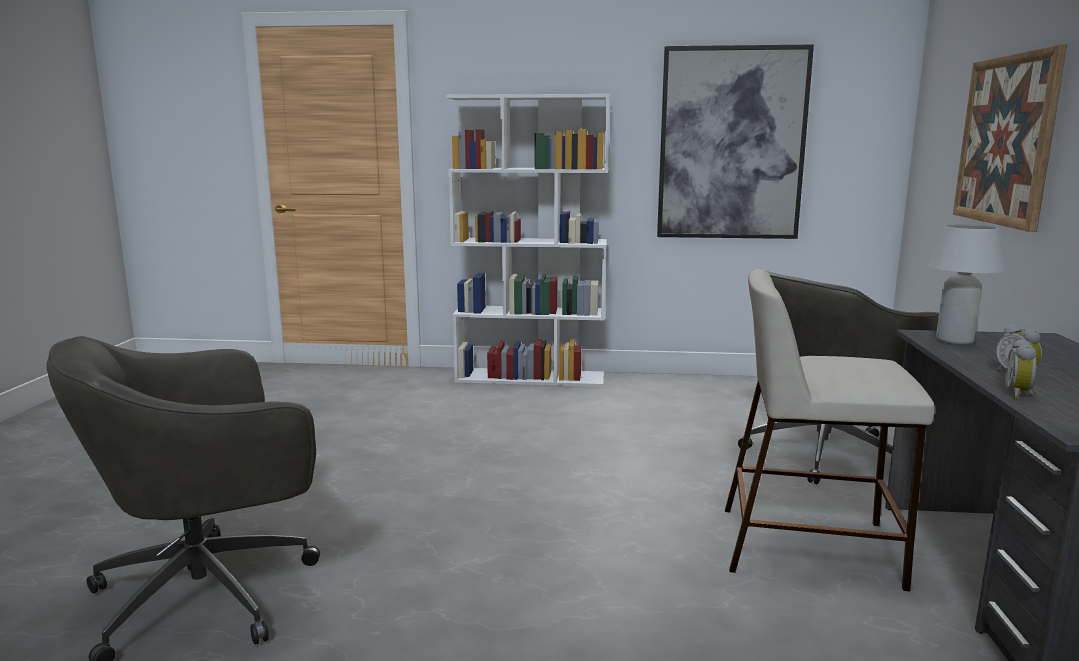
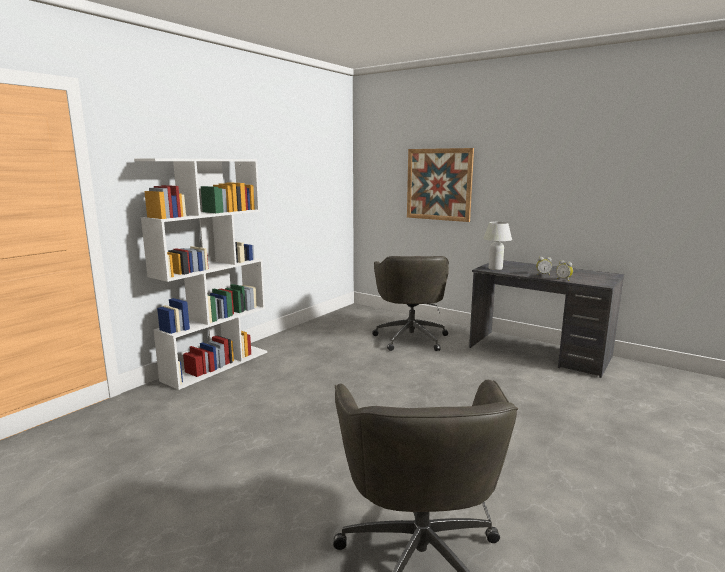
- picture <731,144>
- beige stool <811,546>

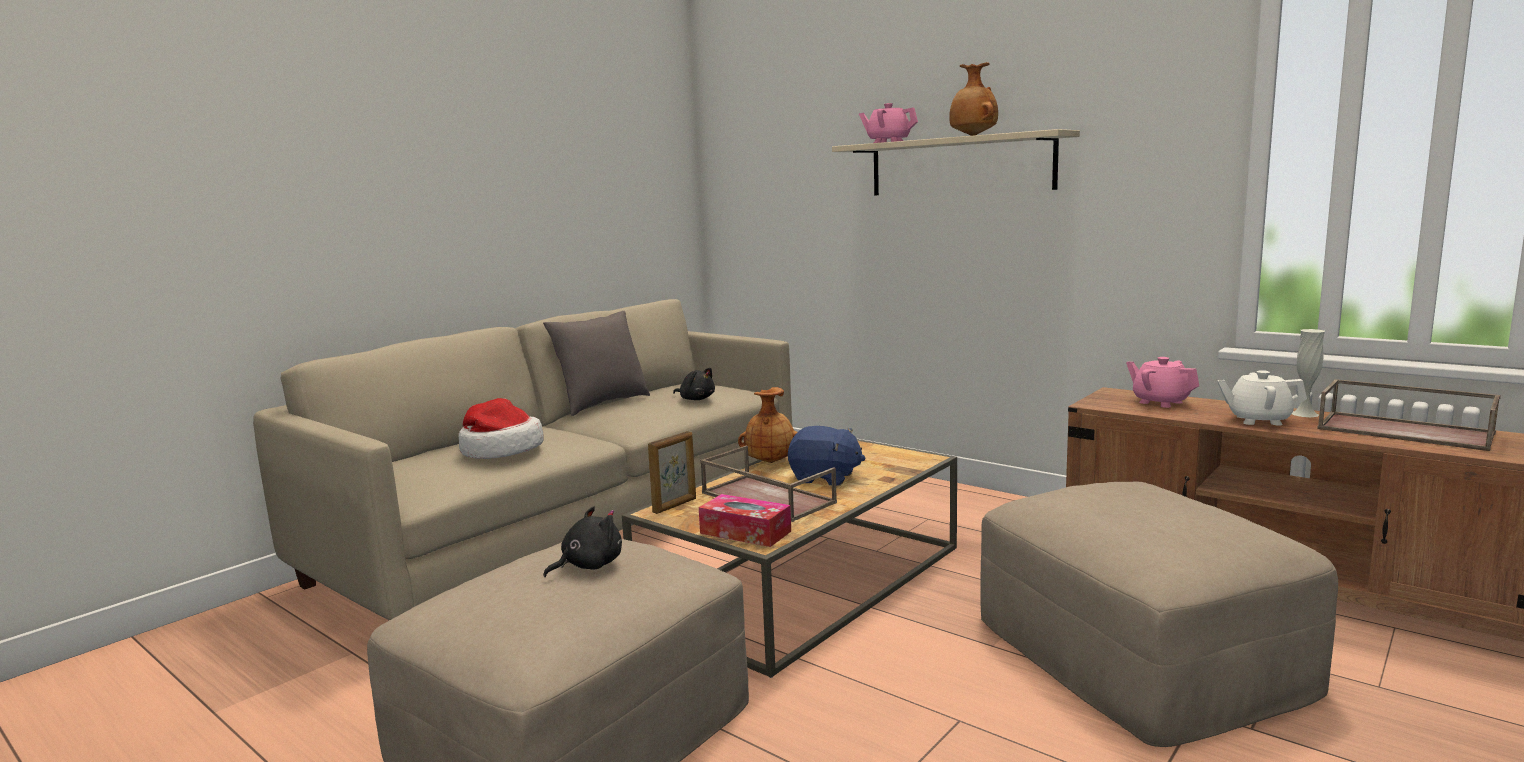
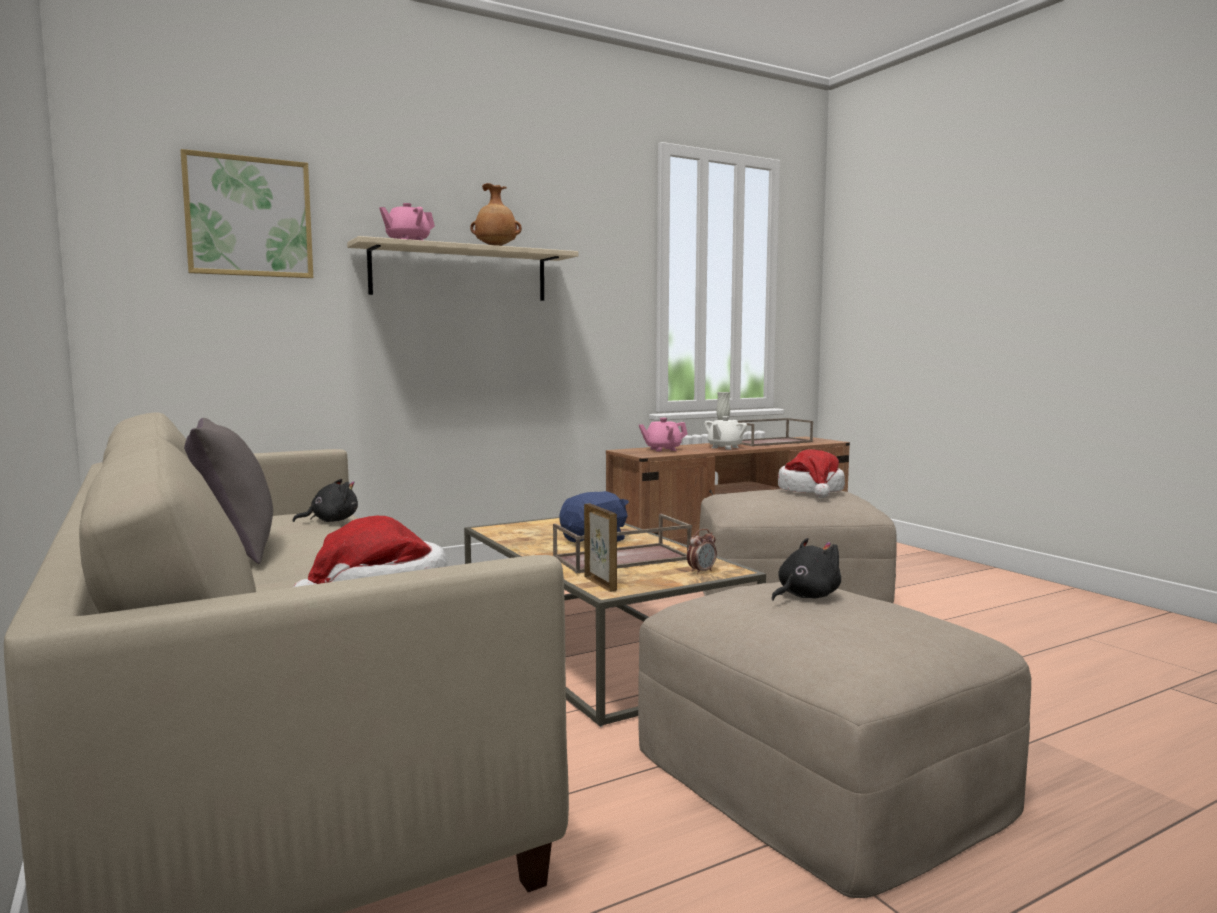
~ black plush toy <588,566> = <805,596> 75 degrees clockwise
~ tissue box <745,532> to alarm clock <701,571>
- brown vase <770,462>
+ picture <249,217>
+ hat <811,491>

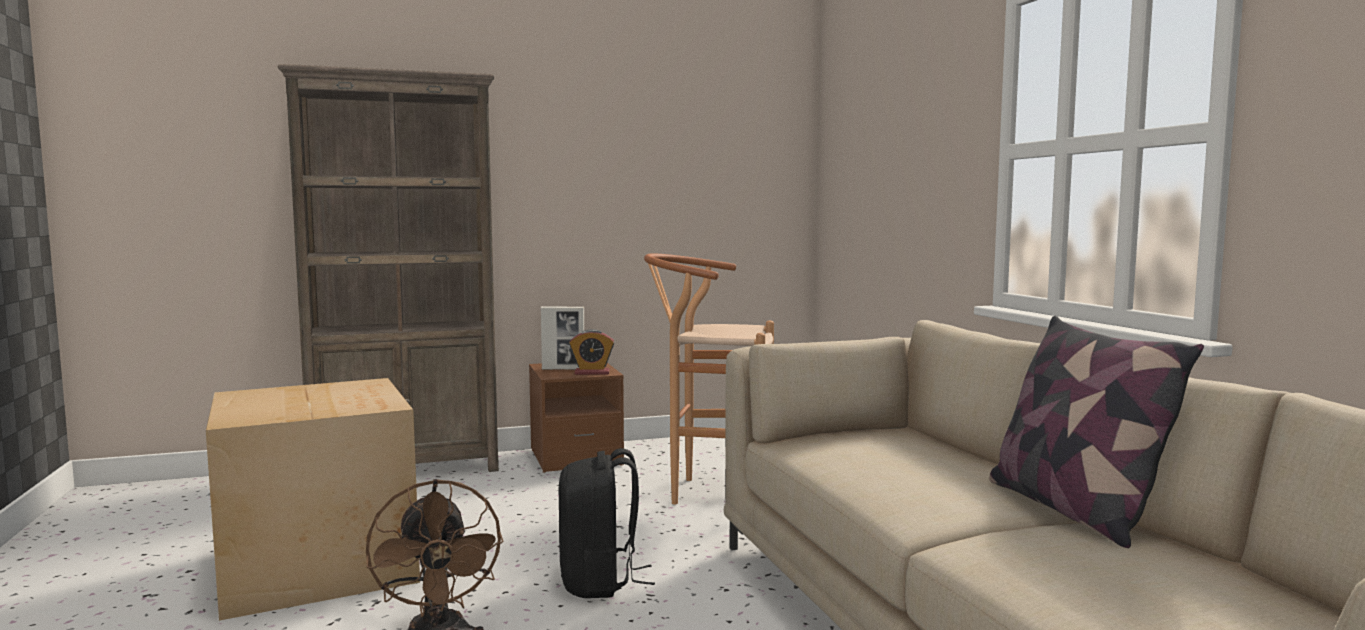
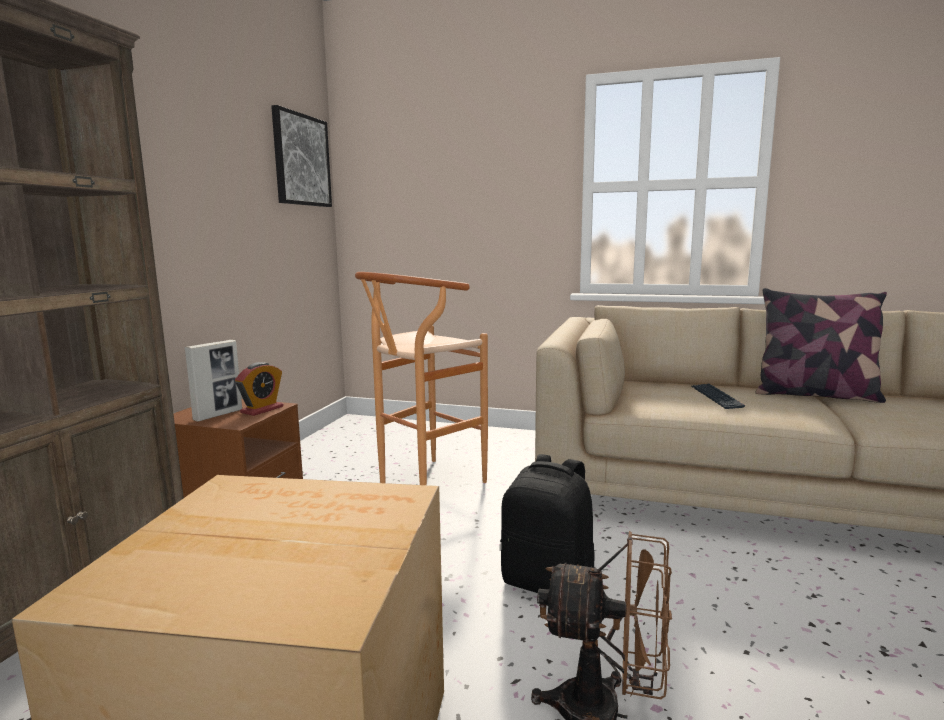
+ picture <301,160>
+ keyboard <716,397>

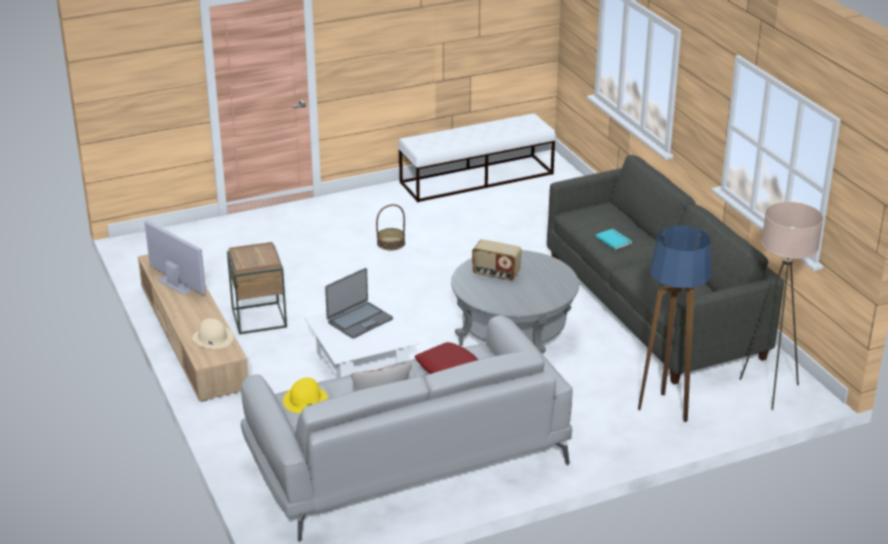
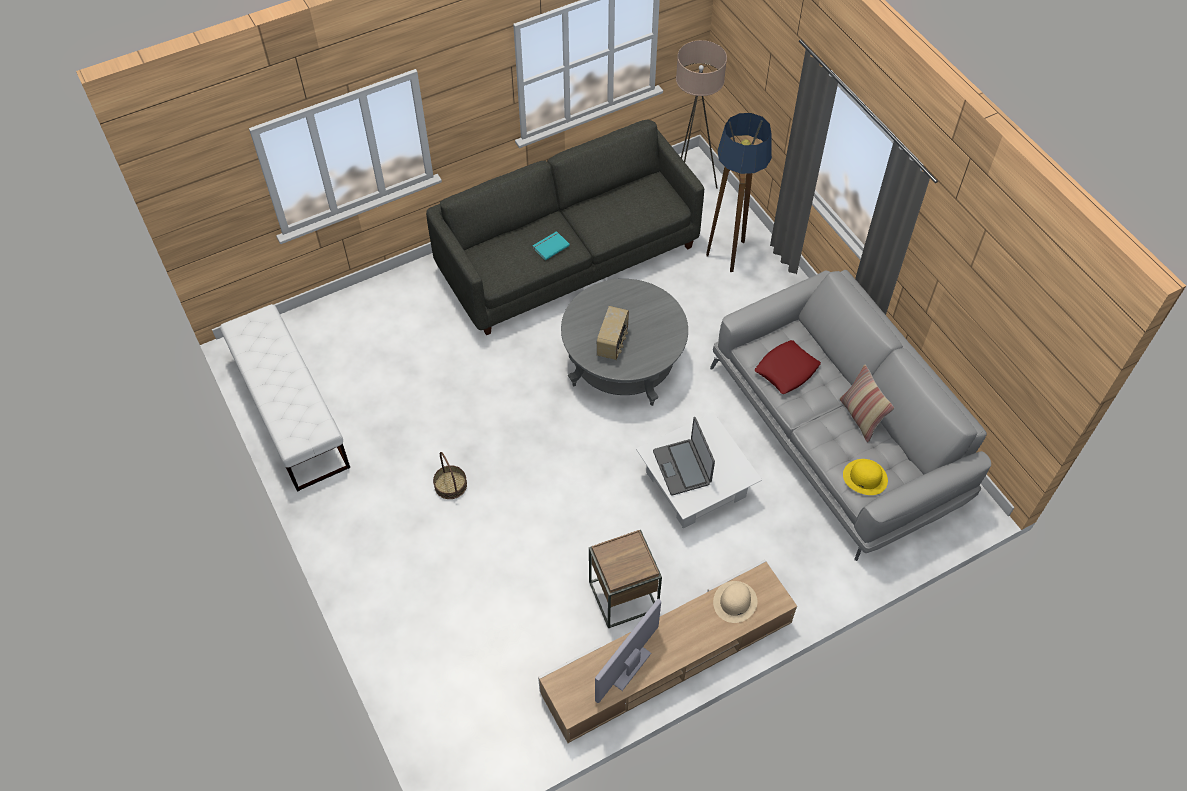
~ laptop <359,320> = <682,467> 150 degrees counterclockwise

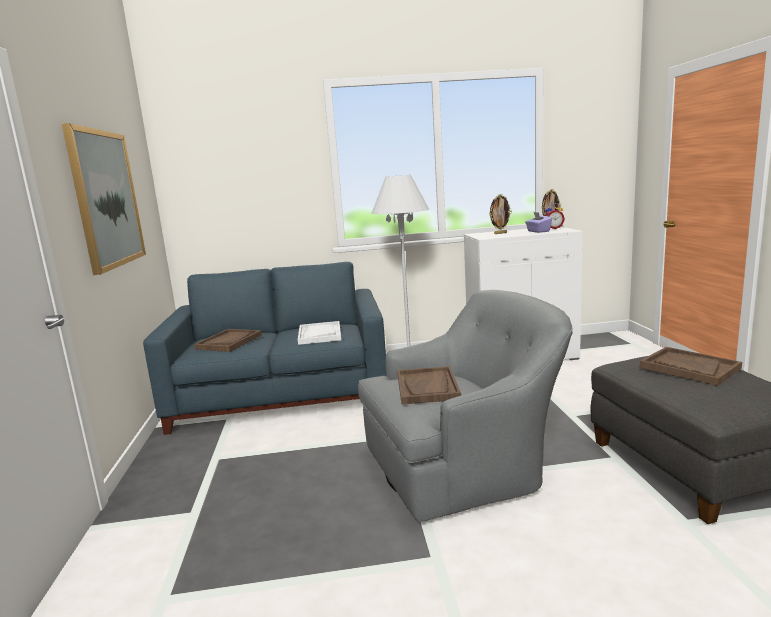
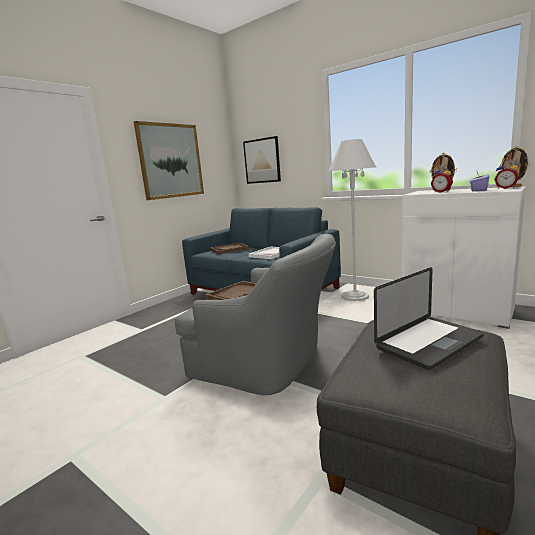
~ brown tray <689,368> to laptop <429,342>
+ picture <262,161>
+ alarm clock <442,192>

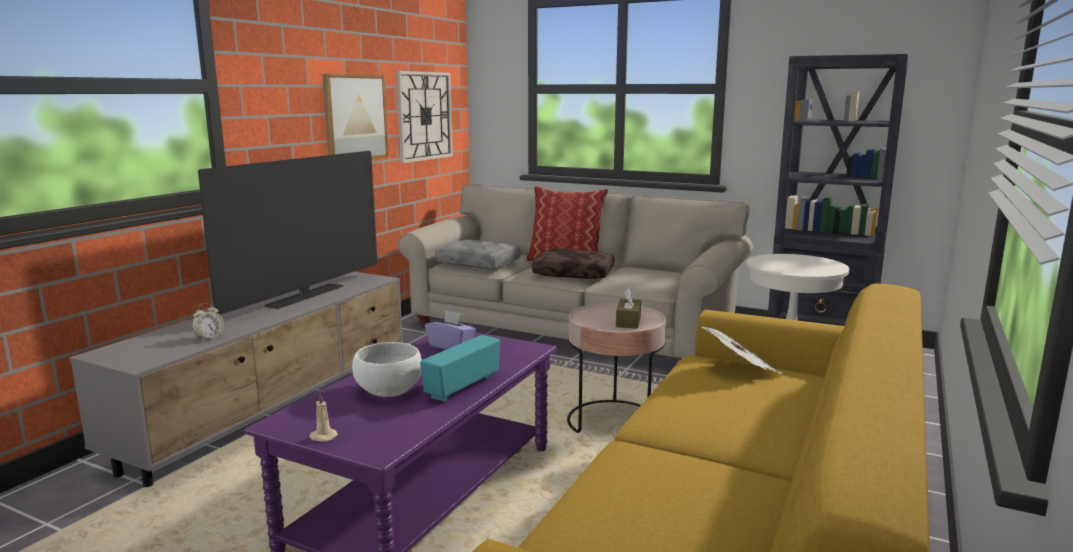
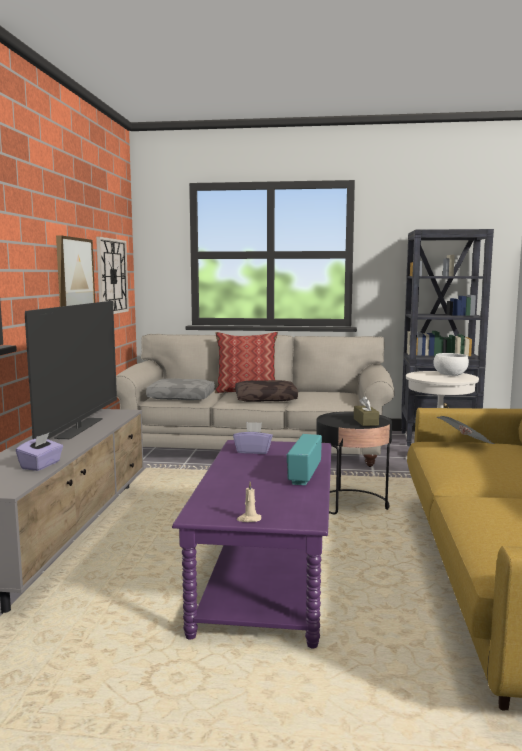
~ alarm clock <209,338> to purple tissue box <41,465>
~ white bowl <388,390> to <450,374>
~ pink side table <614,421> to black side table <352,504>

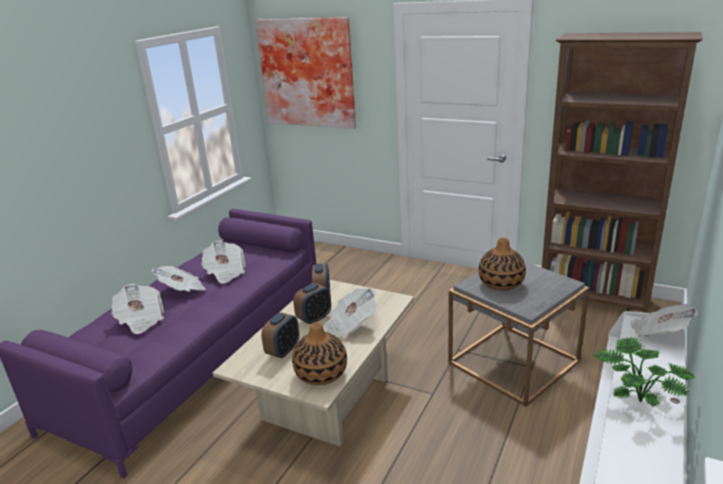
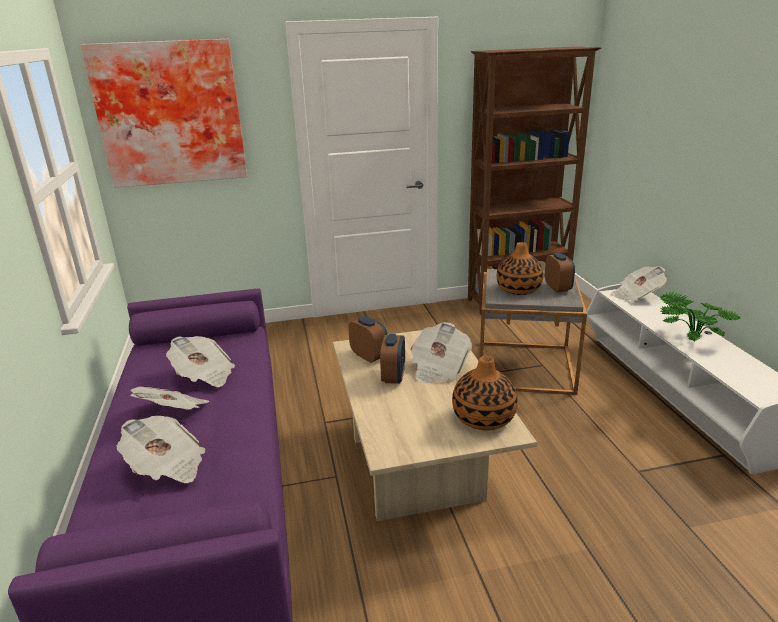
~ alarm clock <283,351> to <558,288>

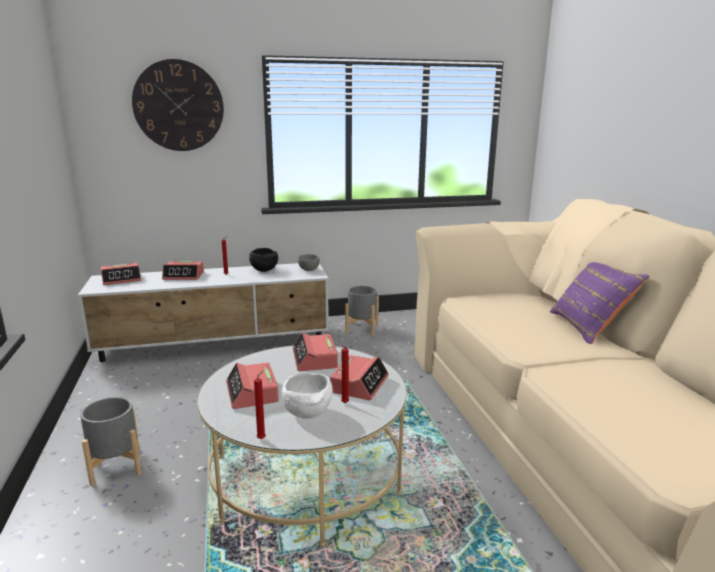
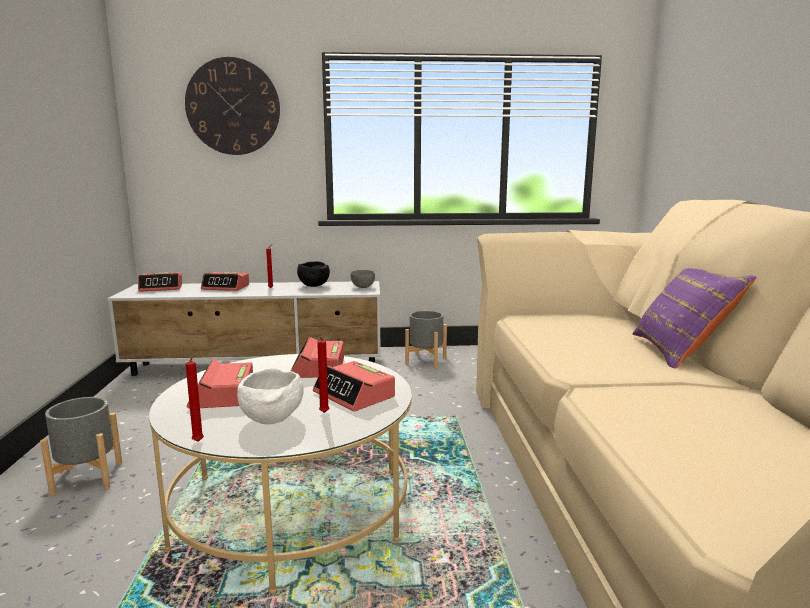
~ alarm clock <359,384> = <354,395> 105 degrees clockwise

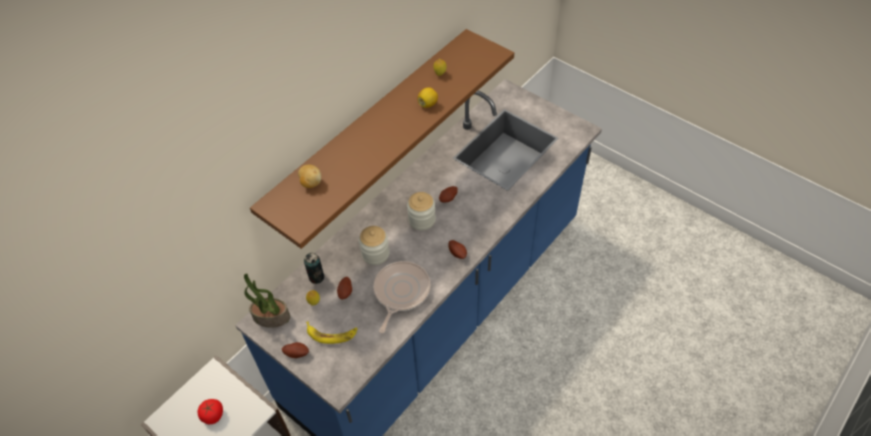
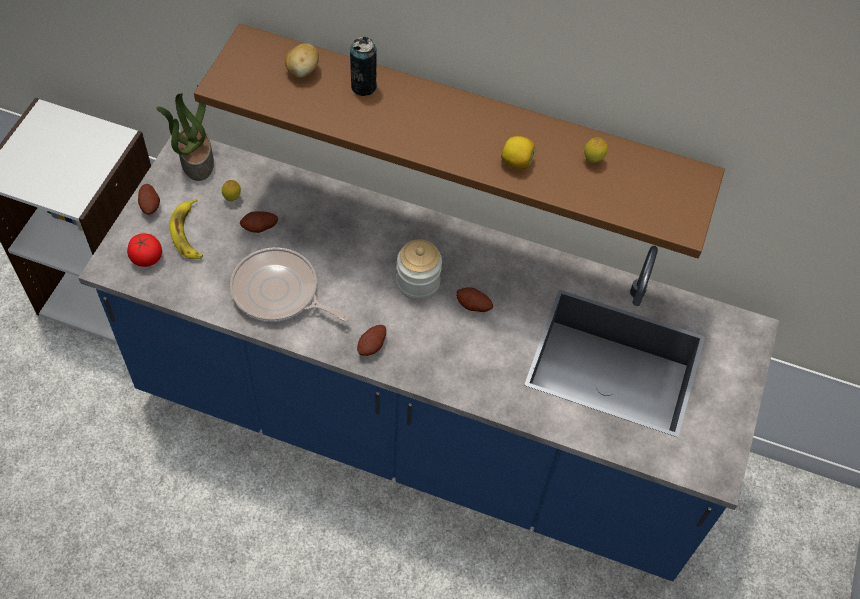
~ tomato <213,415> to <147,258>
~ can <316,277> to <363,86>
- jar <375,254>
~ frying pan <400,292> = <279,292> 150 degrees counterclockwise

